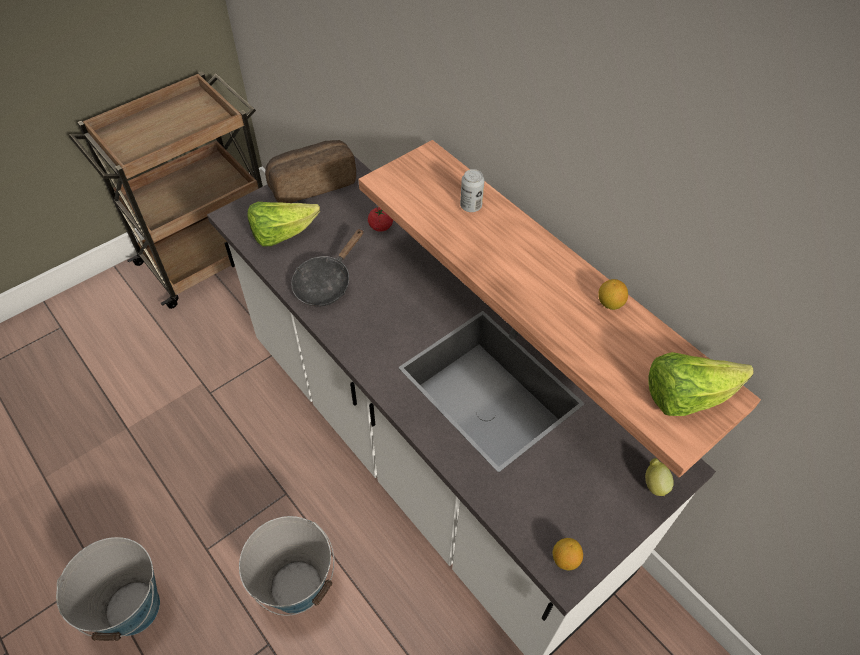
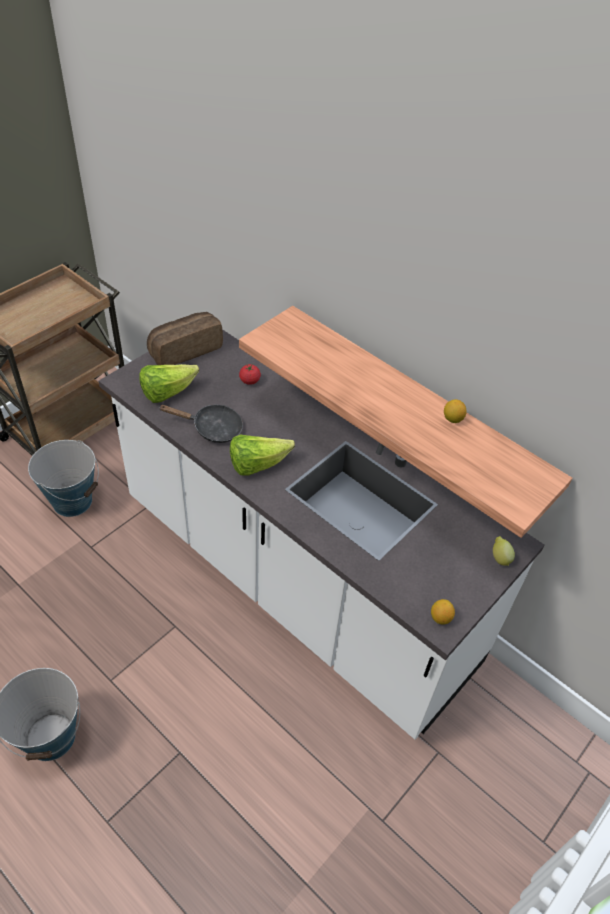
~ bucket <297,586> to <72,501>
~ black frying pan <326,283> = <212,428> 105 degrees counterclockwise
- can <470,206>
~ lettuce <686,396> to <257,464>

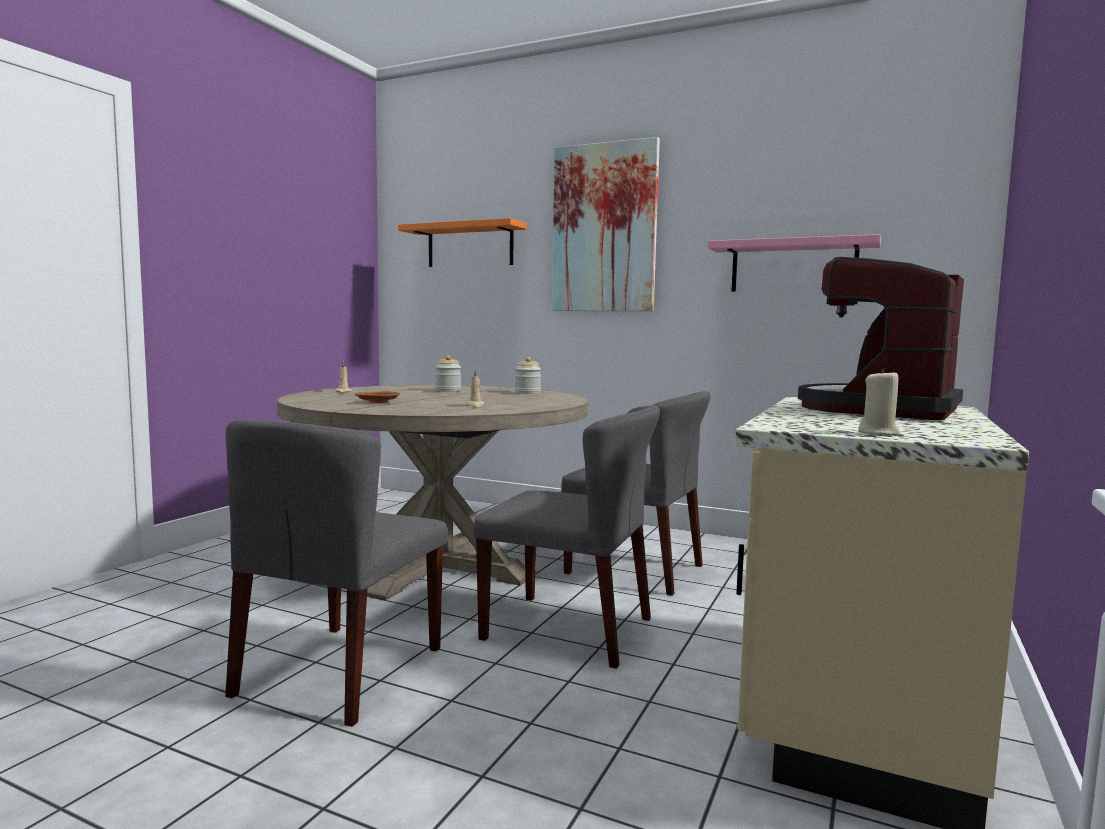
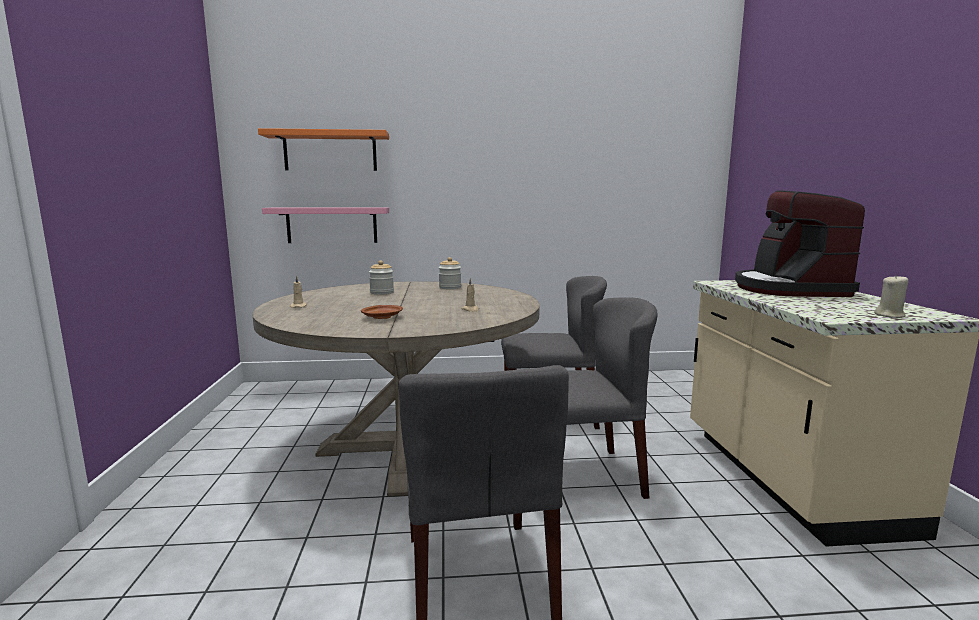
- picture <604,228>
~ pink shelf <793,266> to <332,225>

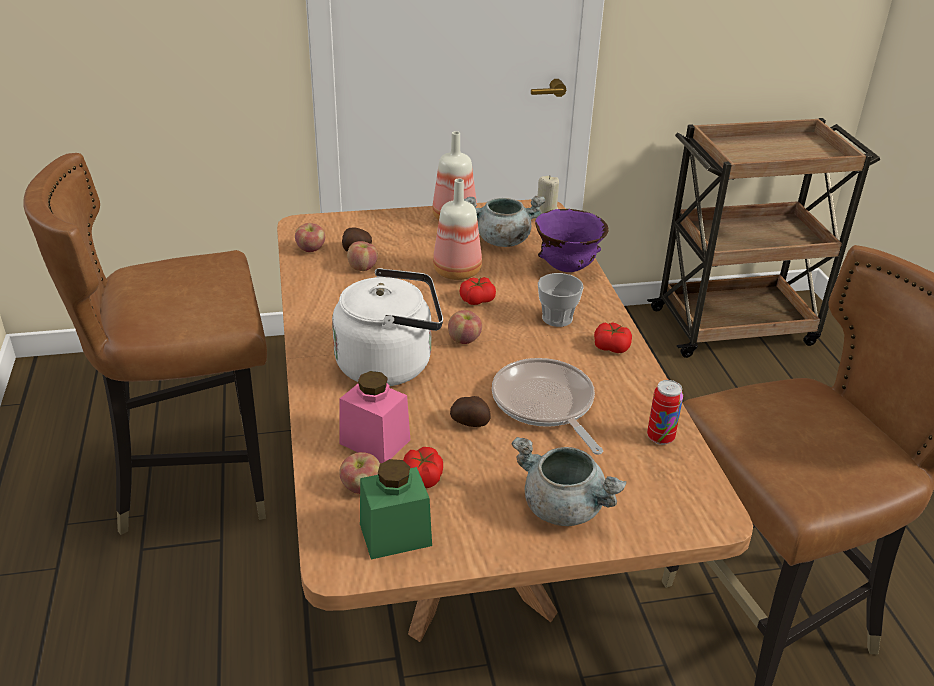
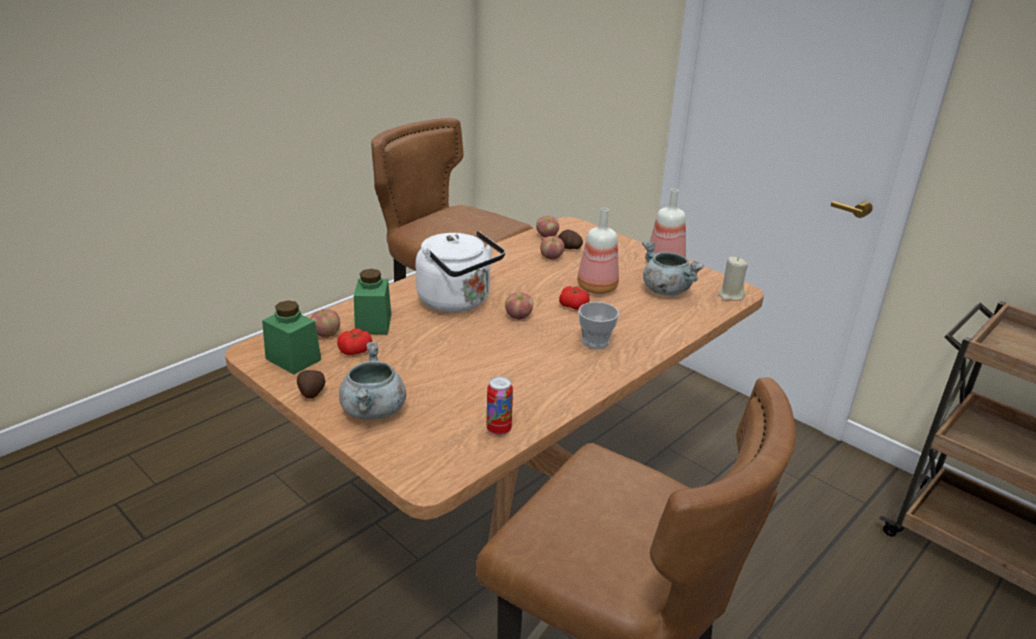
~ pink jar <375,442> to green jar <373,324>
~ potato <470,423> to <311,393>
- frying pan <545,405>
- purple bowl <567,268>
- tomato <611,347>

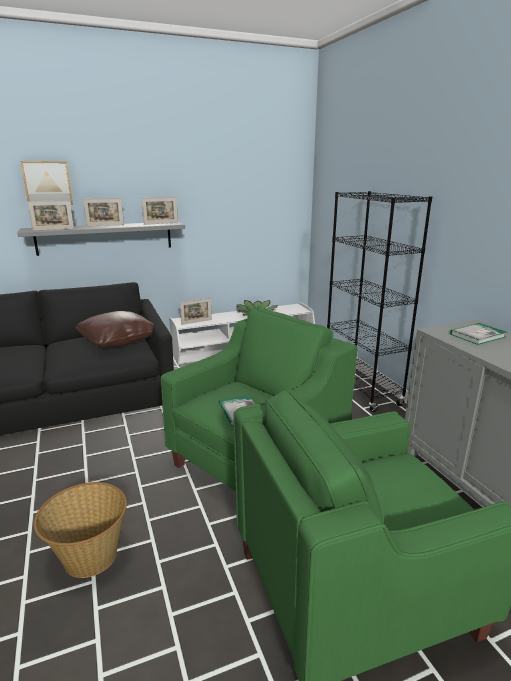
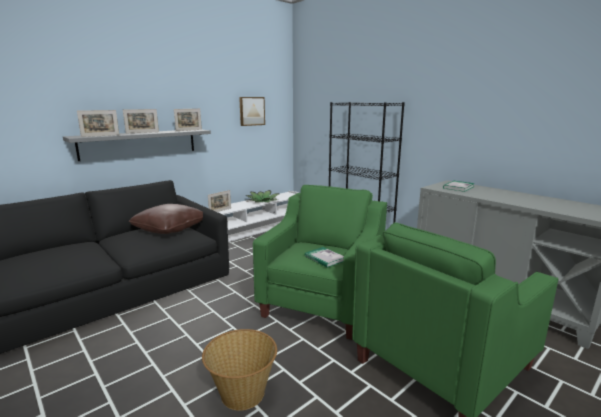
~ picture <47,183> to <251,111>

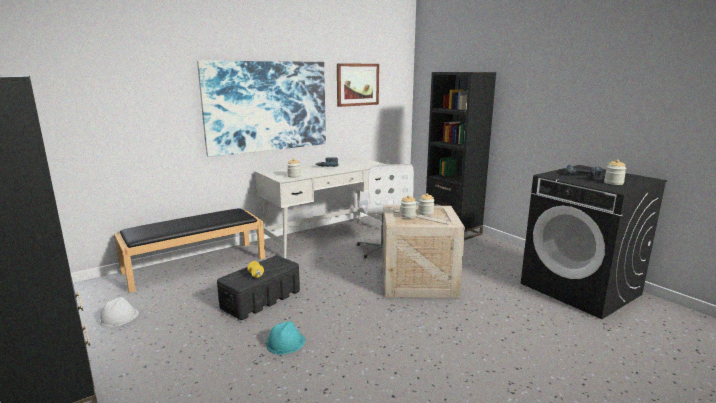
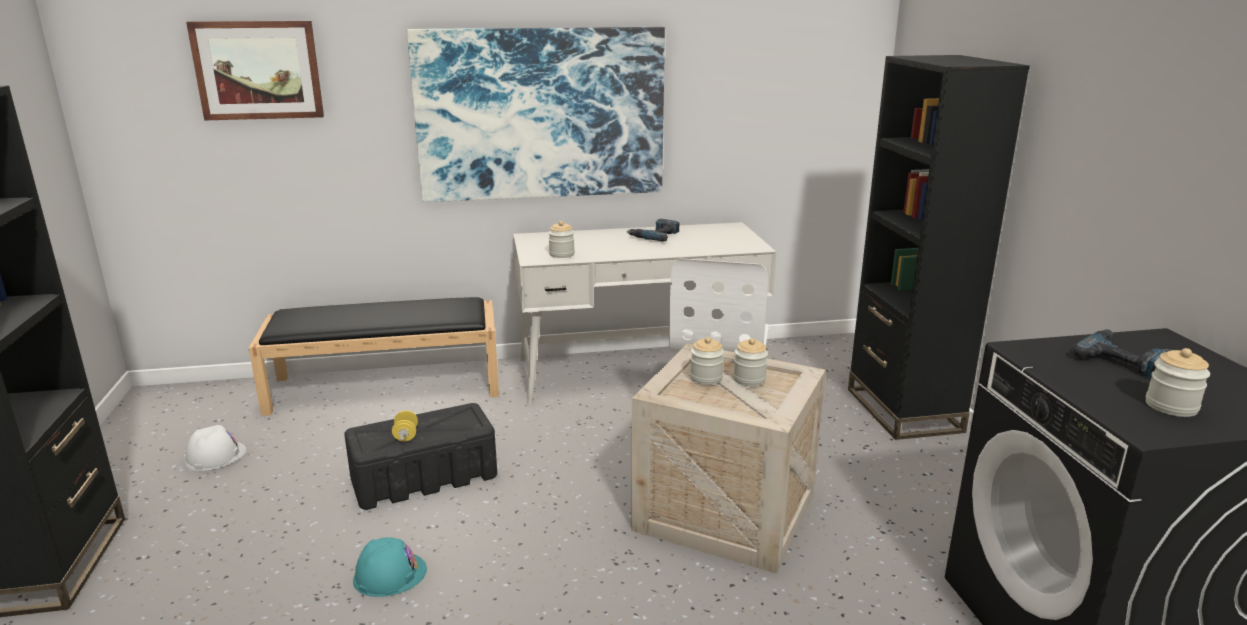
~ picture <357,84> to <258,70>

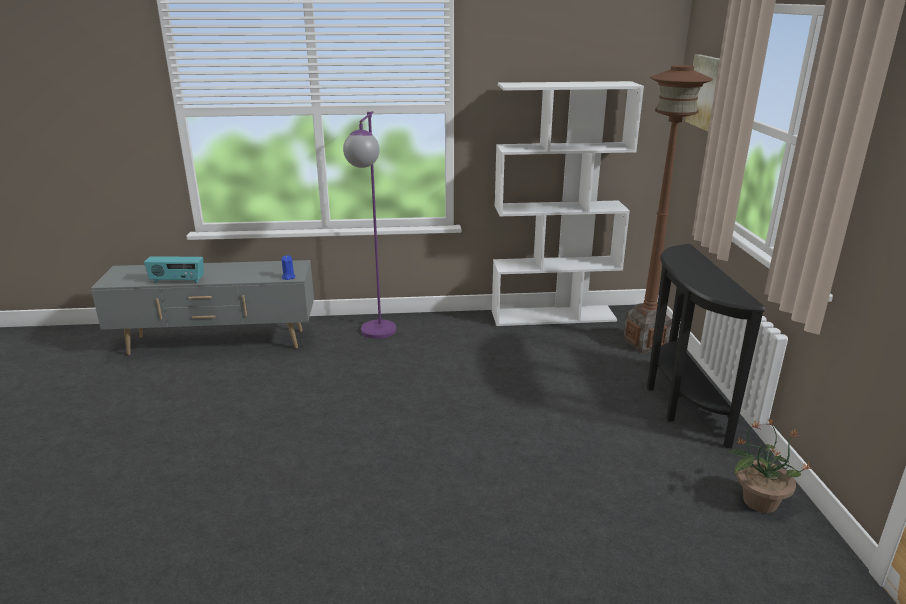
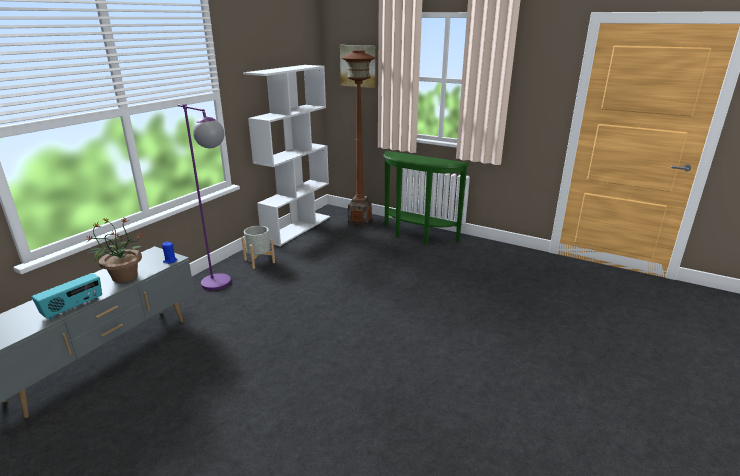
~ black console table <679,403> to green console table <417,236>
~ potted plant <758,501> to <124,277>
+ grey planter <259,261>

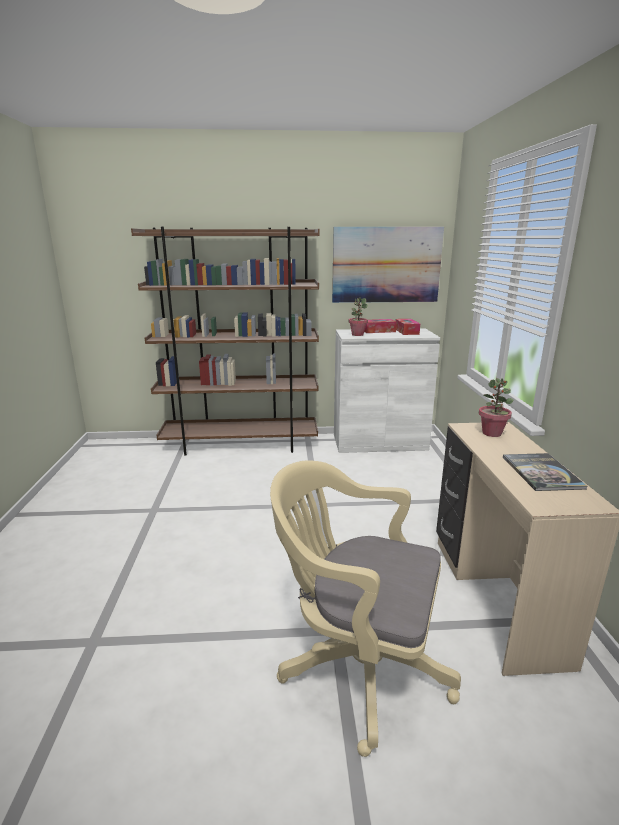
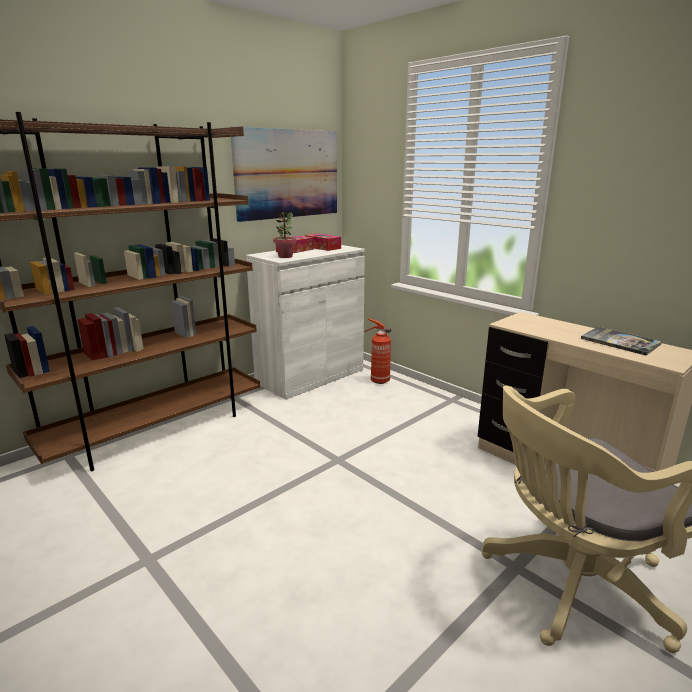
- potted plant <492,433>
+ fire extinguisher <378,381>

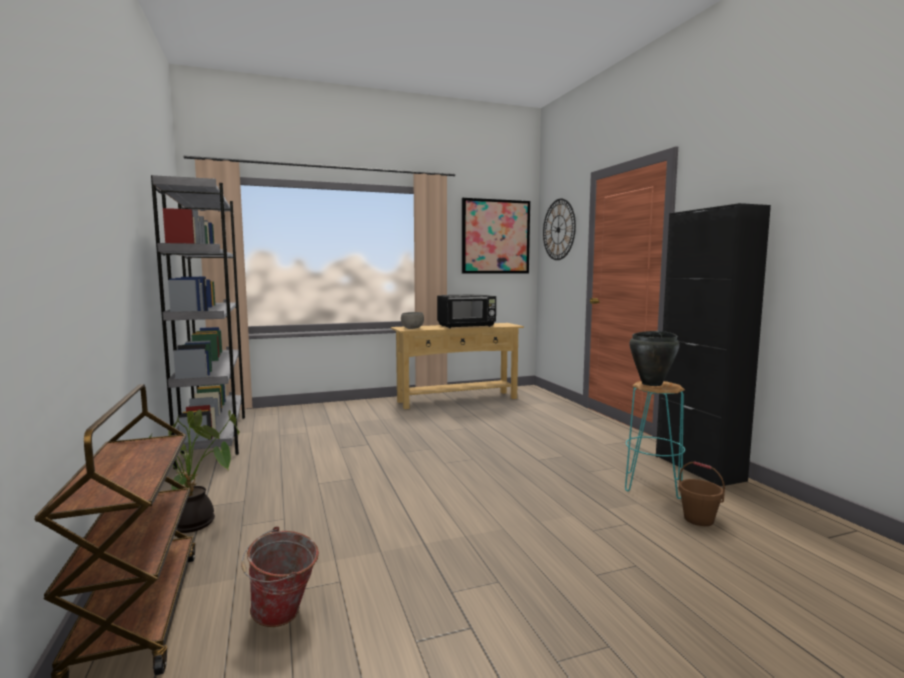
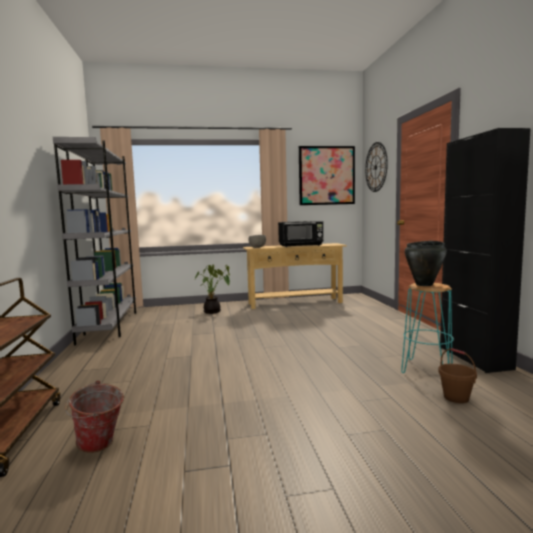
~ potted plant <196,524> to <213,312>

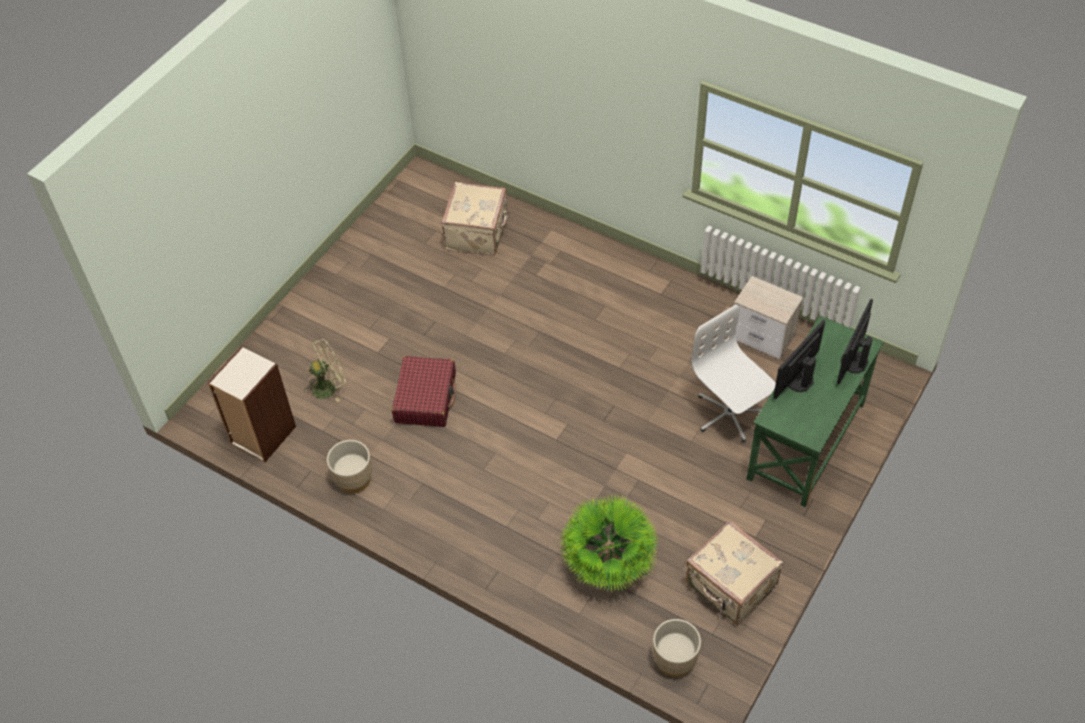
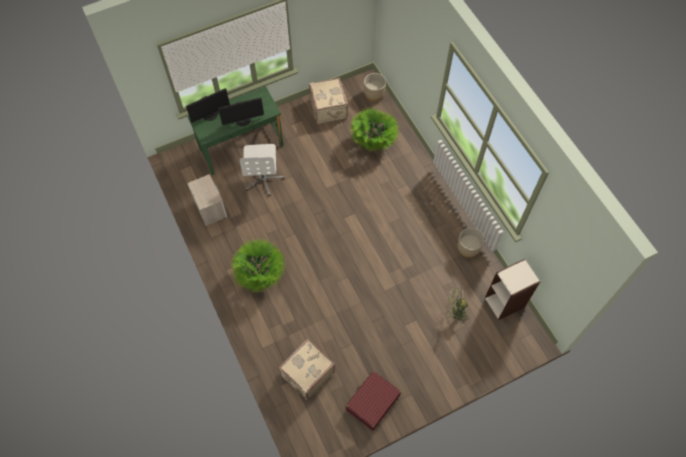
~ red suitcase <425,398> to <372,402>
+ potted plant <260,276>

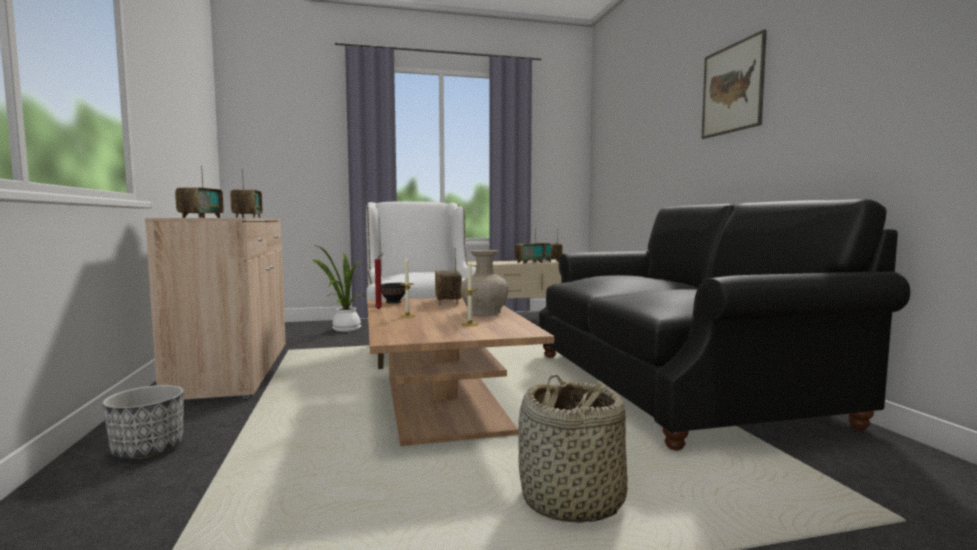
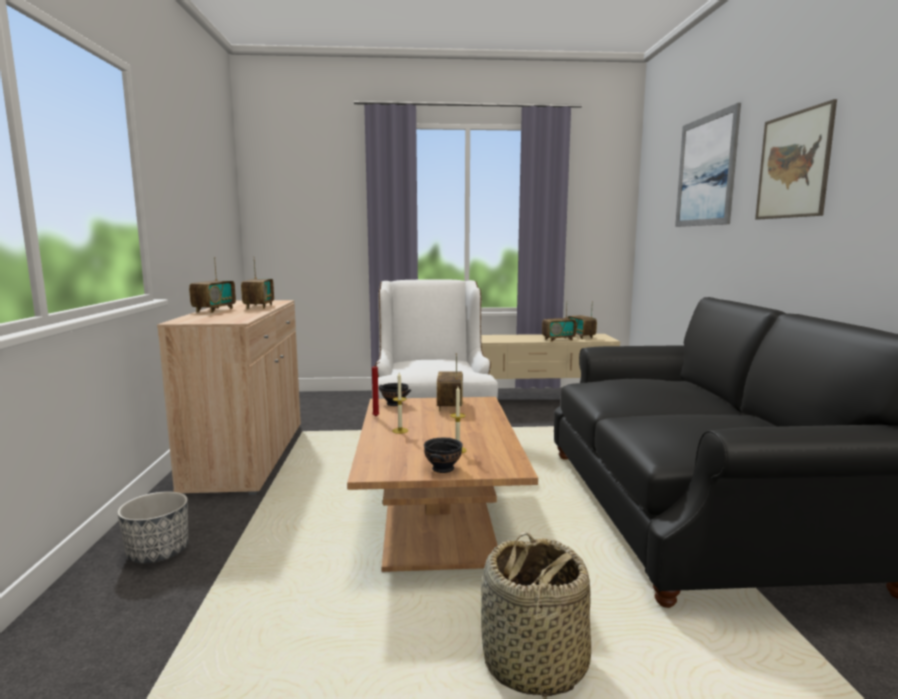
- potted plant <344,329>
- beige vase <485,312>
+ black bowl <442,469>
+ picture <706,171>

